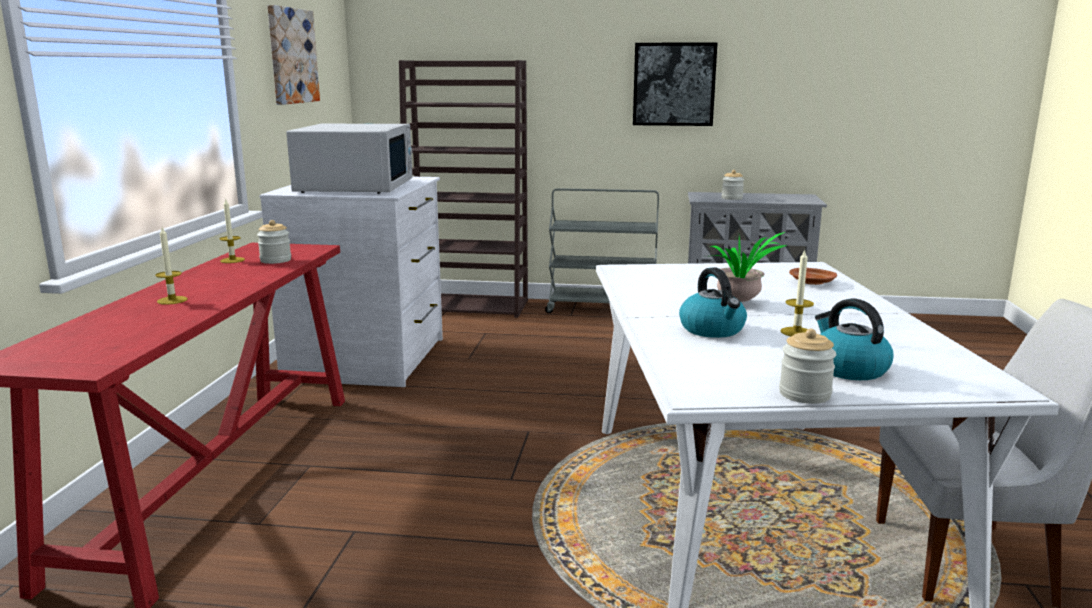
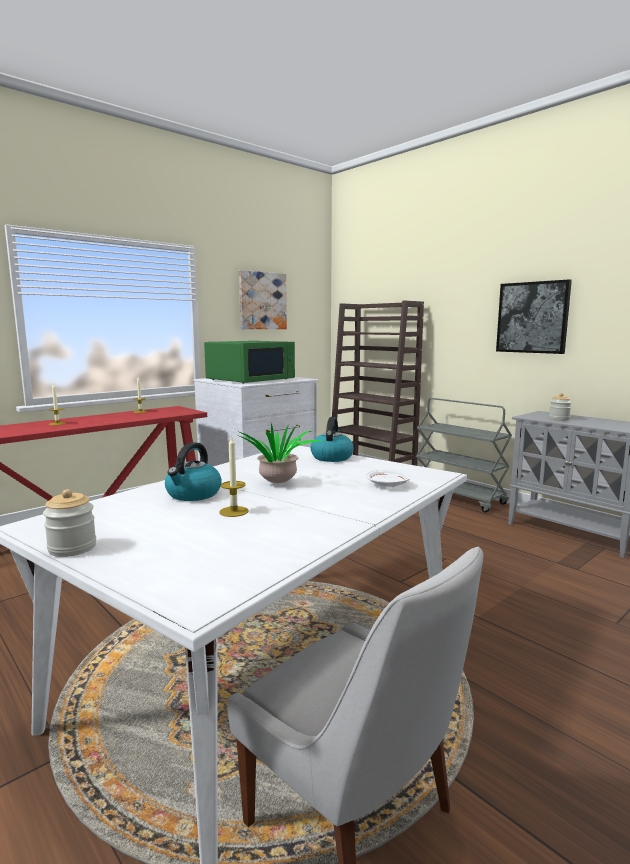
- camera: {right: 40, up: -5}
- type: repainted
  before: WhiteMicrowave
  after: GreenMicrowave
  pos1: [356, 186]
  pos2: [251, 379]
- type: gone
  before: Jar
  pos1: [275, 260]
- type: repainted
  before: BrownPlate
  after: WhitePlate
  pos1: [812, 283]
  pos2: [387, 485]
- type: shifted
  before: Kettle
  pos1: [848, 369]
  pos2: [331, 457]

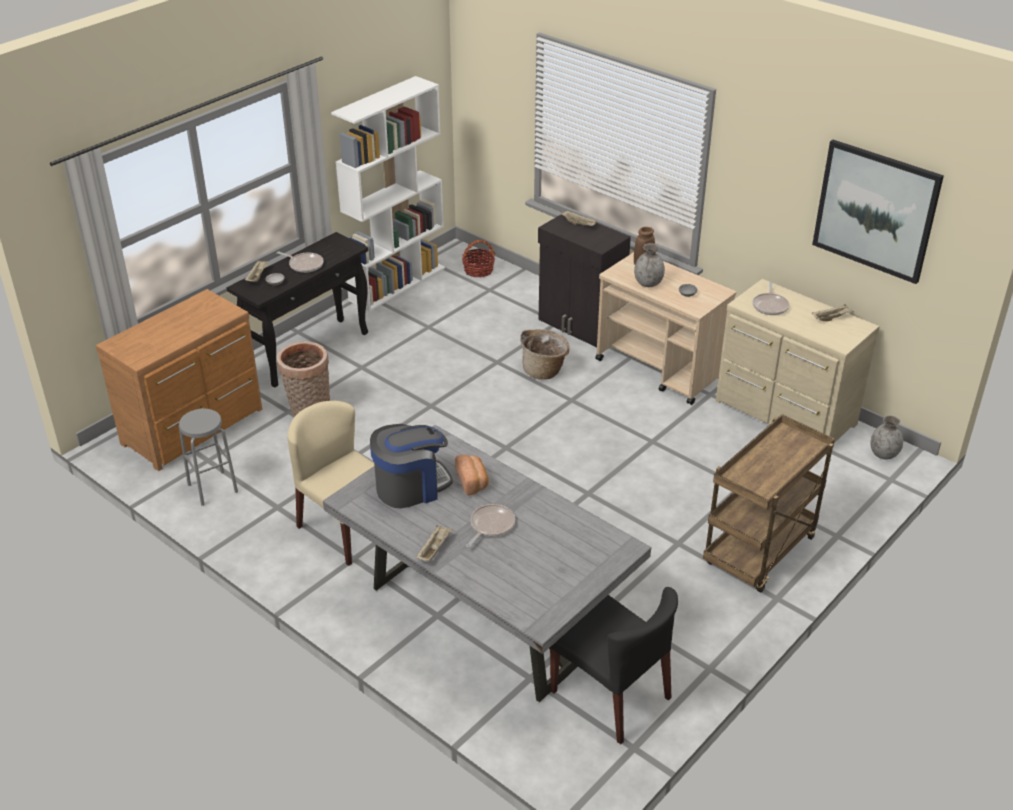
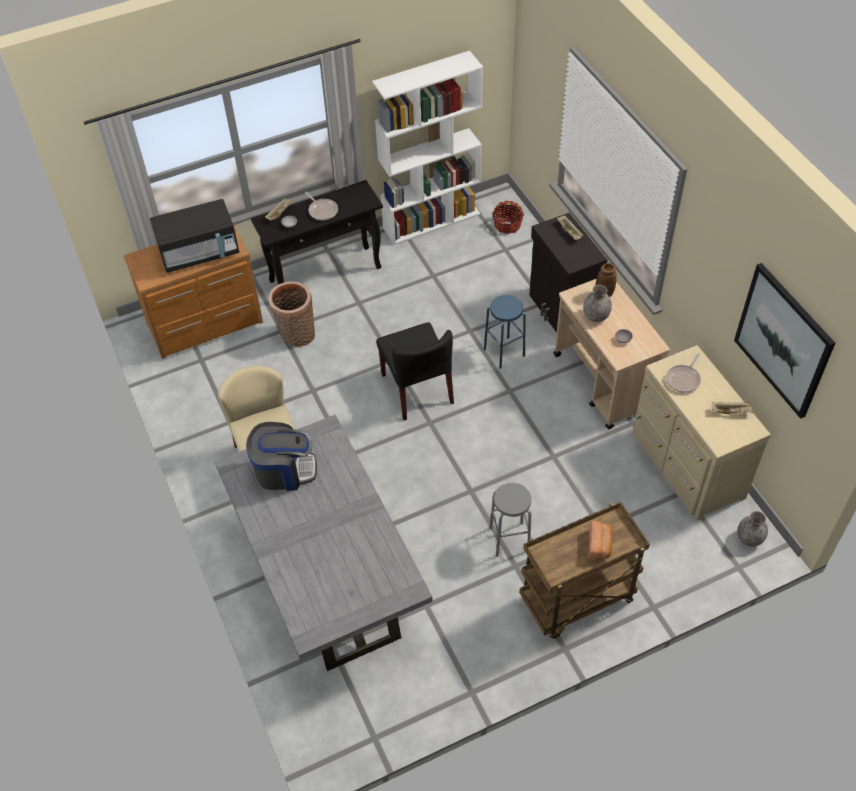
- camera: {right: 25, up: 15}
- type: swapped
  before: Basket
  after: BlueStool
  pos1: [544, 370]
  pos2: [504, 352]
- type: shifted
  before: GreyStool
  pos1: [212, 488]
  pos2: [509, 539]
- type: shifted
  before: Bread
  pos1: [472, 482]
  pos2: [599, 546]
- type: gone
  before: FryingPan
  pos1: [490, 526]
- type: gone
  before: BeigeTray
  pos1: [434, 549]
- type: shifted
  before: BlackChair
  pos1: [611, 695]
  pos2: [417, 389]
- type: new
  after: BlackMicrowave
  pos2: [199, 252]

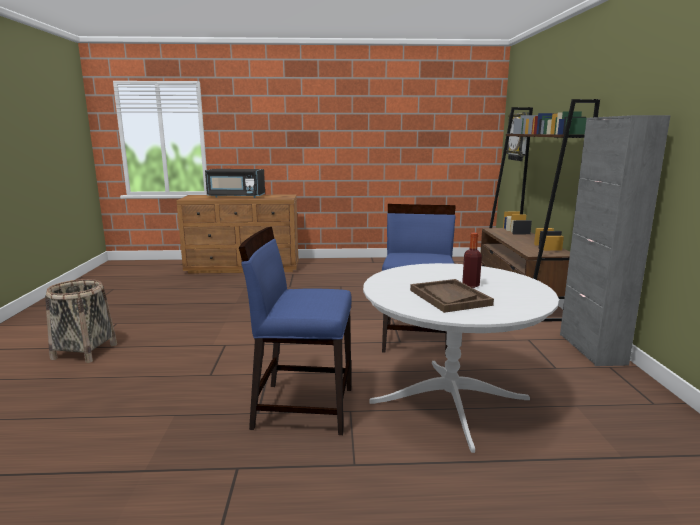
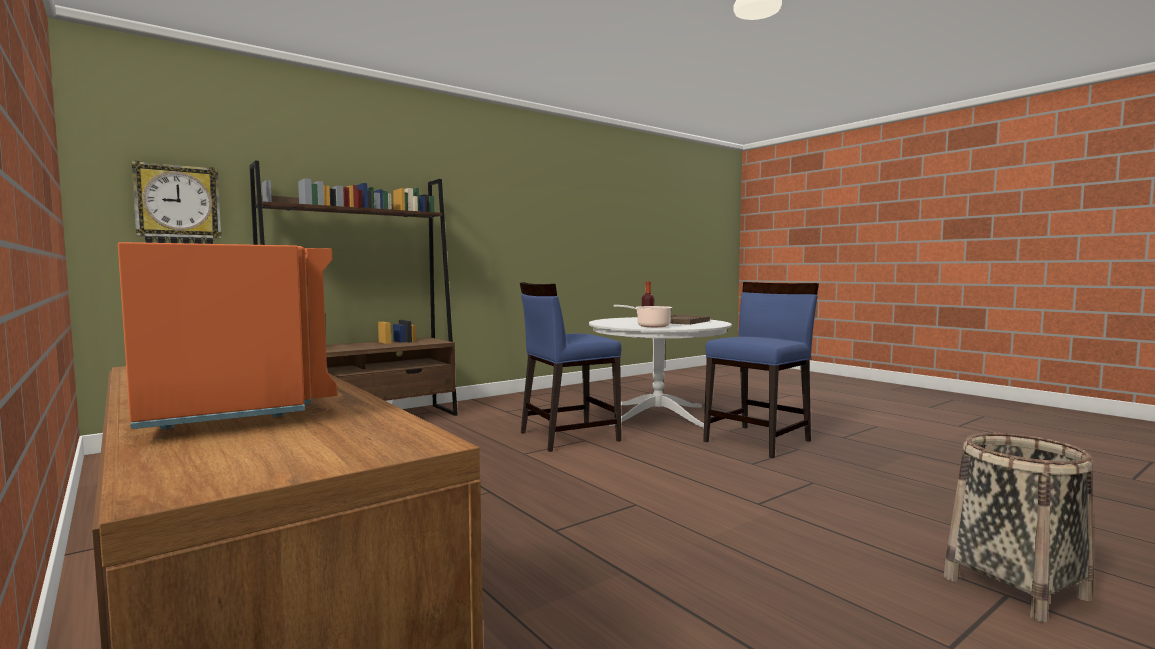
- camera: {right: -125, up: -10}
- type: gone
  before: GreyCabinet
  pos1: [591, 349]
- type: repainted
  before: BlackMicrowave
  after: OrangeMicrowave
  pos1: [236, 196]
  pos2: [236, 398]
- type: rotated
  before: BlueChair
  pos1: [302, 407]
  pos2: [758, 441]
  turn: -105
- type: new
  after: CookingPot
  pos2: [650, 326]

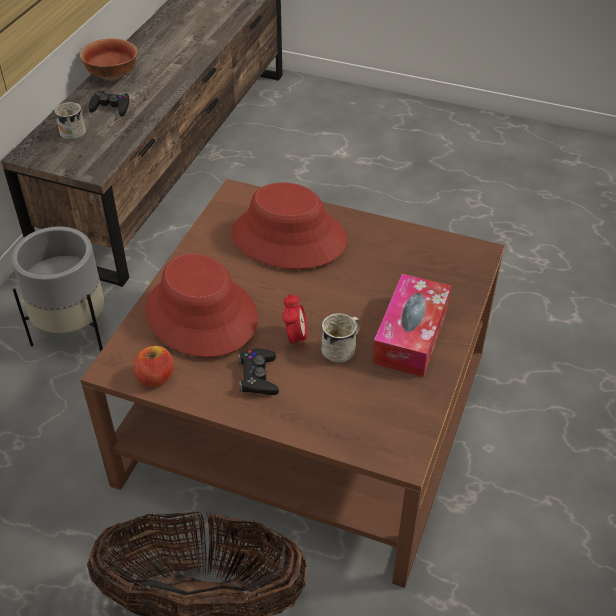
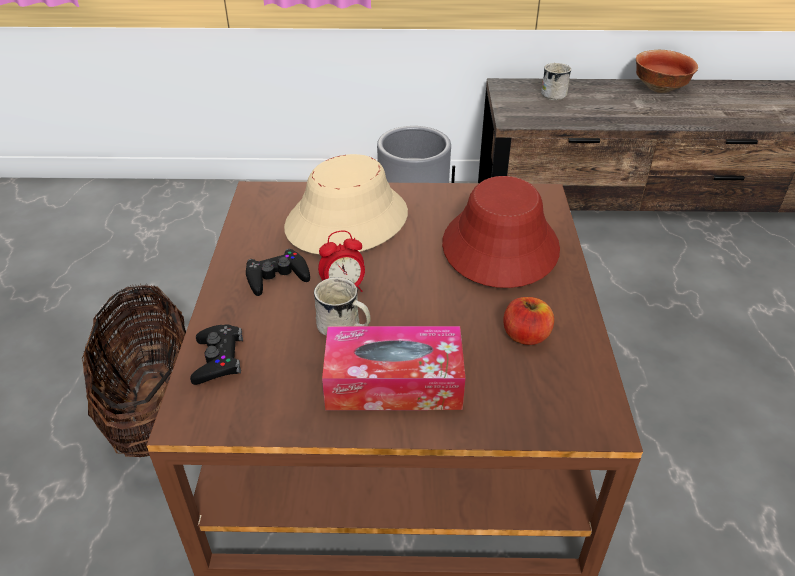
- camera: {right: 70, up: -5}
- type: shifted
  before: BlackGameController
  pos1: [111, 107]
  pos2: [218, 359]
- type: repainted
  before: RedHat
  after: BeigeHat
  pos1: [200, 315]
  pos2: [347, 220]
- type: shifted
  before: Apple
  pos1: [155, 377]
  pos2: [526, 336]

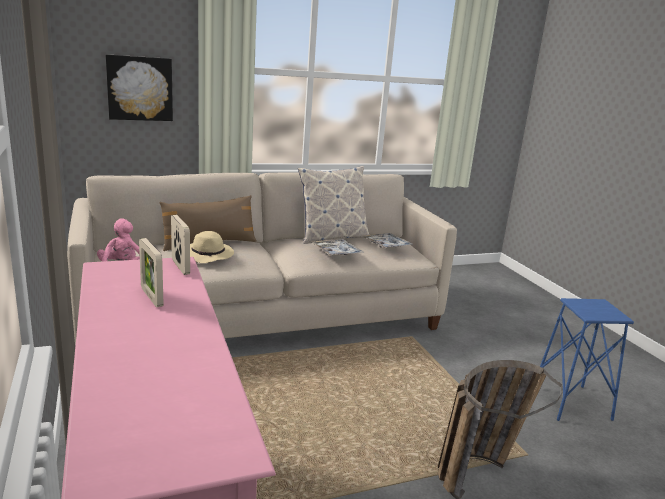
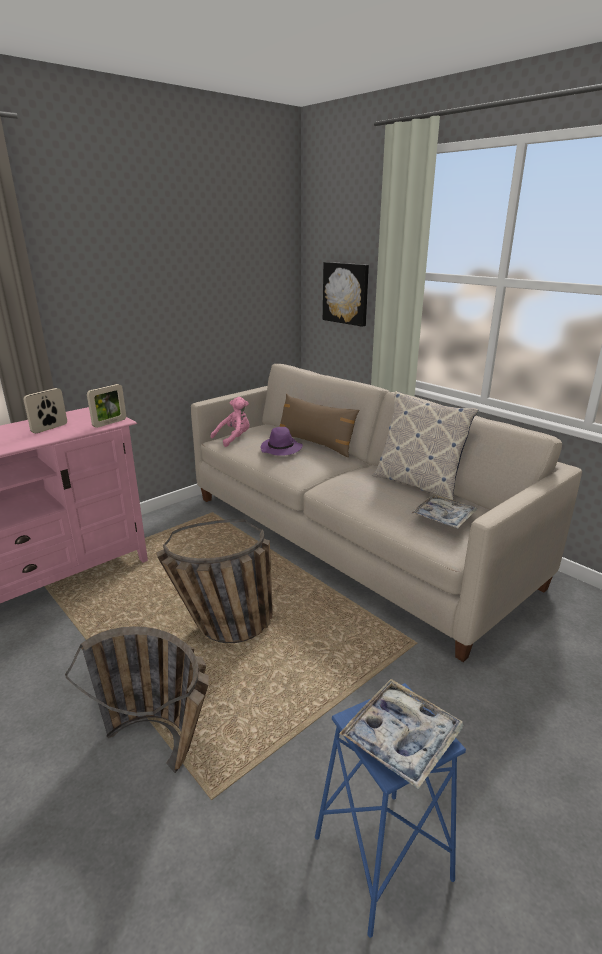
- camera: {right: 70, up: 5}
- type: repainted
  before: BeigeHat
  after: PurpleHat
  pos1: [209, 255]
  pos2: [281, 449]
- type: shifted
  before: Tray
  pos1: [336, 252]
  pos2: [401, 738]
- type: new
  after: Basket
  pos2: [220, 631]

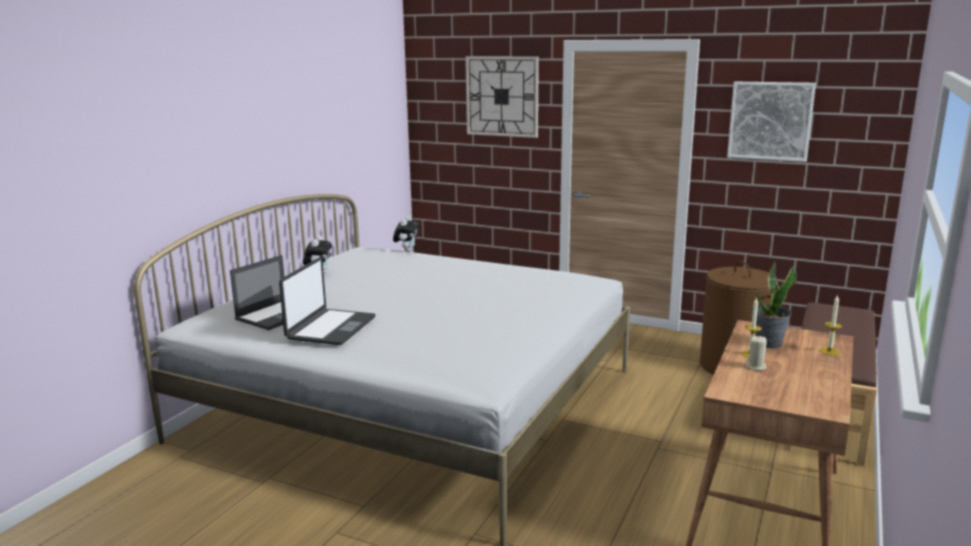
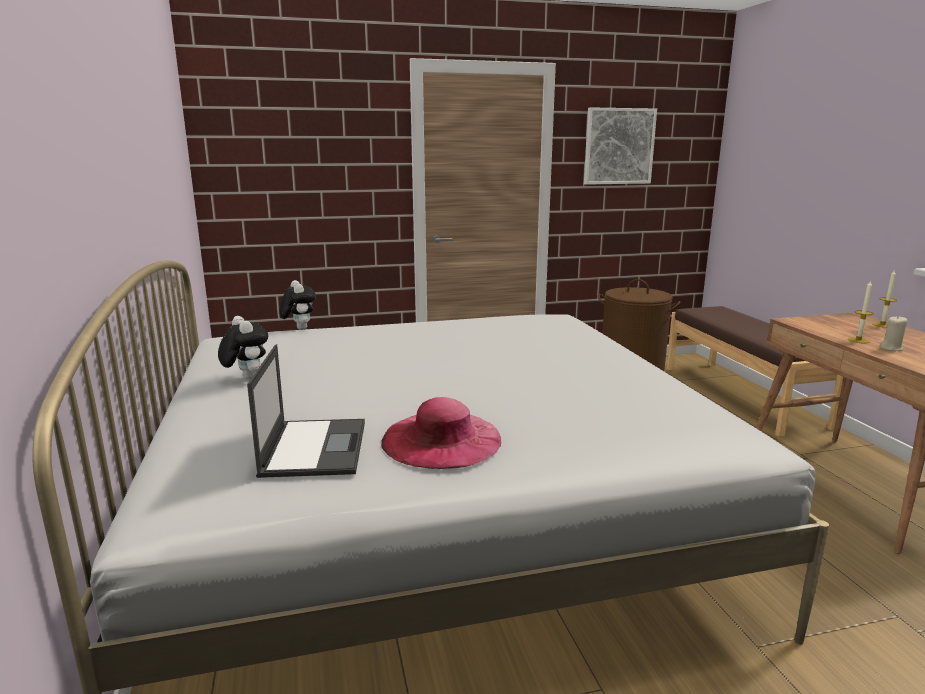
- camera: {right: -40, up: 0}
- type: gone
  before: WallClock
  pos1: [502, 96]
- type: swapped
  before: Laptop
  after: PinkHat
  pos1: [330, 328]
  pos2: [442, 439]
- type: gone
  before: PottedPlant
  pos1: [767, 343]

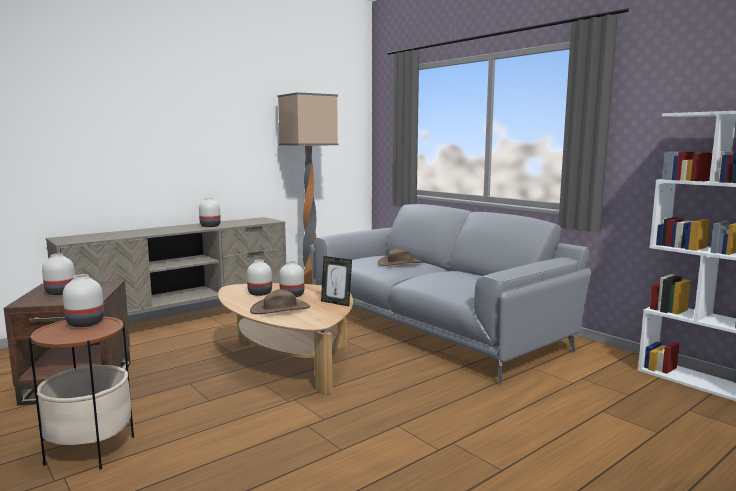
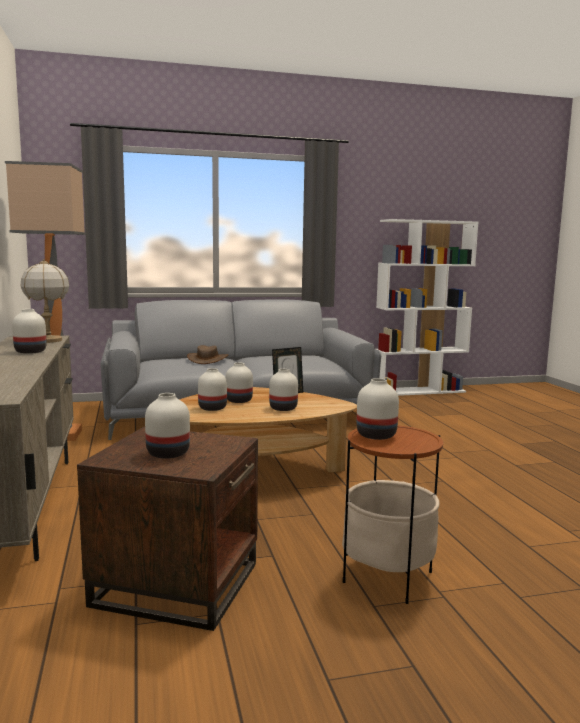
- camera: {right: -65, up: 0}
- type: swapped
  before: BrownHat
  after: WhiteVase
  pos1: [280, 309]
  pos2: [282, 408]
- type: new
  after: TableLamp
  pos2: [48, 340]

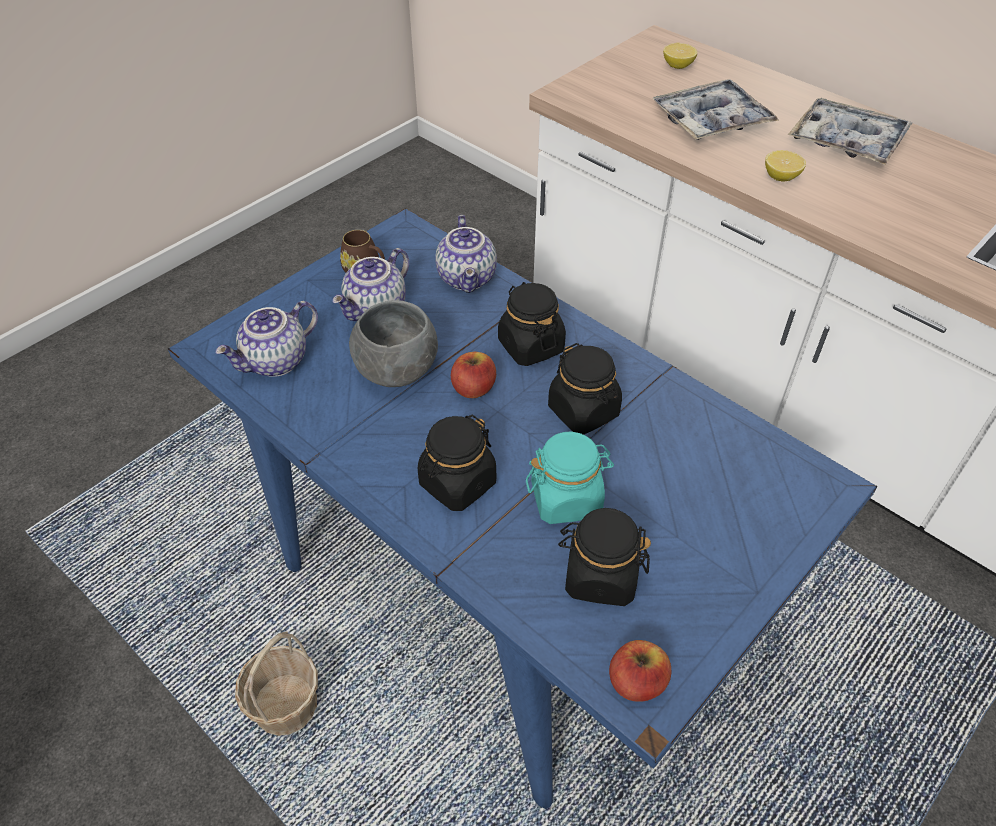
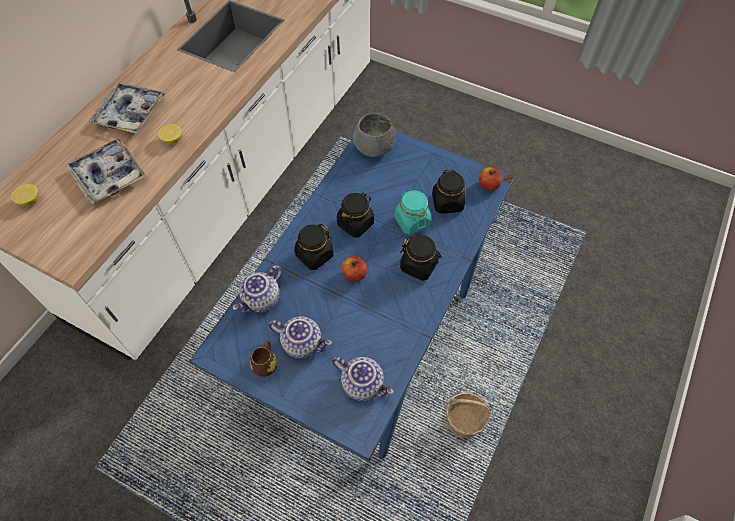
- camera: {right: -105, up: 10}
- type: rotated
  before: Teapot
  pos1: [468, 278]
  pos2: [262, 300]
  turn: 150
- type: shifted
  before: GreyBowl
  pos1: [396, 371]
  pos2: [374, 148]

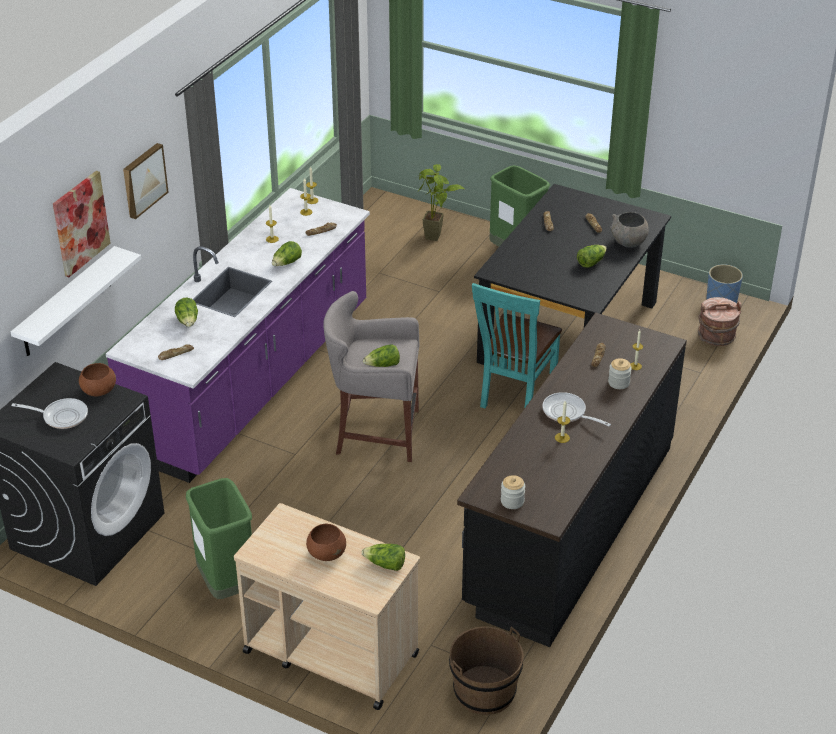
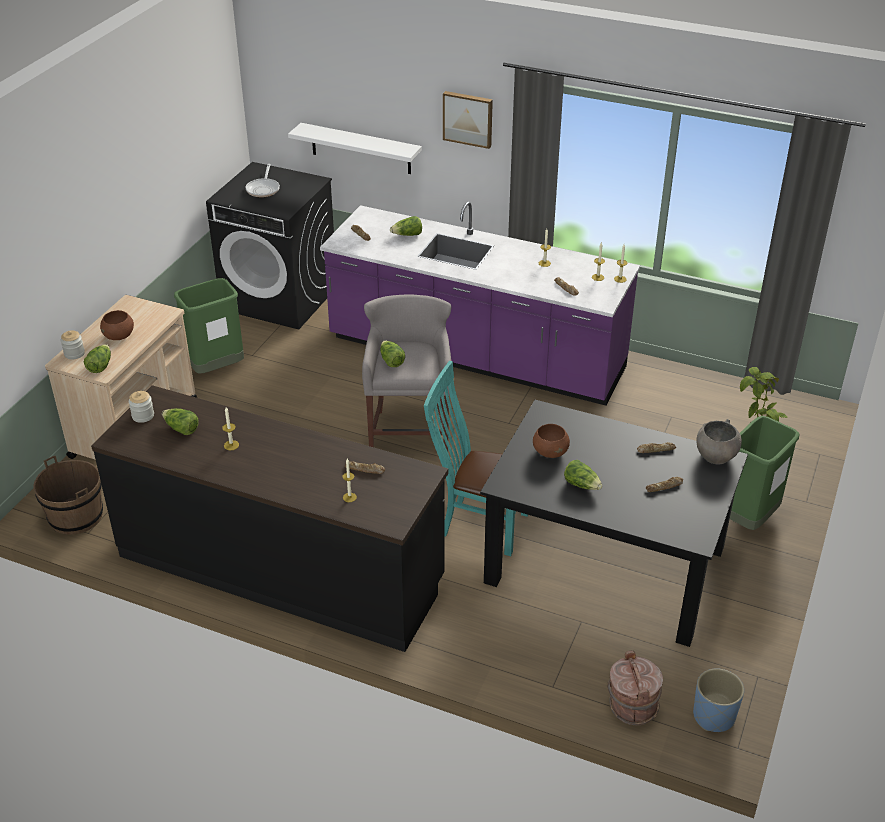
- camera: {right: 85, up: 0}
- type: gone
  before: Picture
  pos1: [80, 223]
- type: shifted
  before: GreyBowl
  pos1: [628, 243]
  pos2: [715, 457]
- type: shifted
  before: Lettuce
  pos1: [287, 263]
  pos2: [181, 429]
- type: shifted
  before: Jar
  pos1: [618, 383]
  pos2: [74, 354]
- type: shifted
  before: BrownBowl
  pos1: [99, 391]
  pos2: [550, 452]
- type: gone
  before: FryingPan
  pos1: [567, 413]

